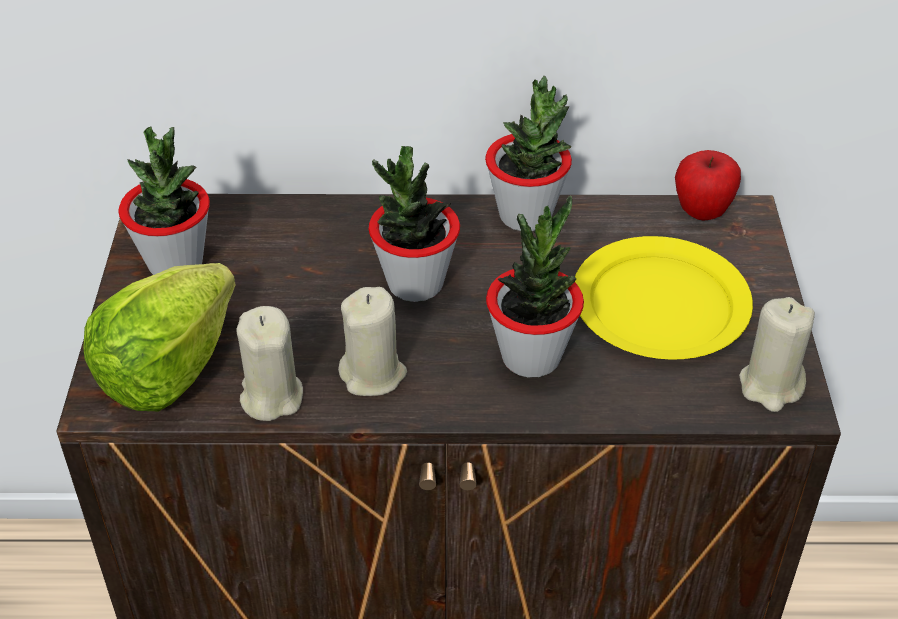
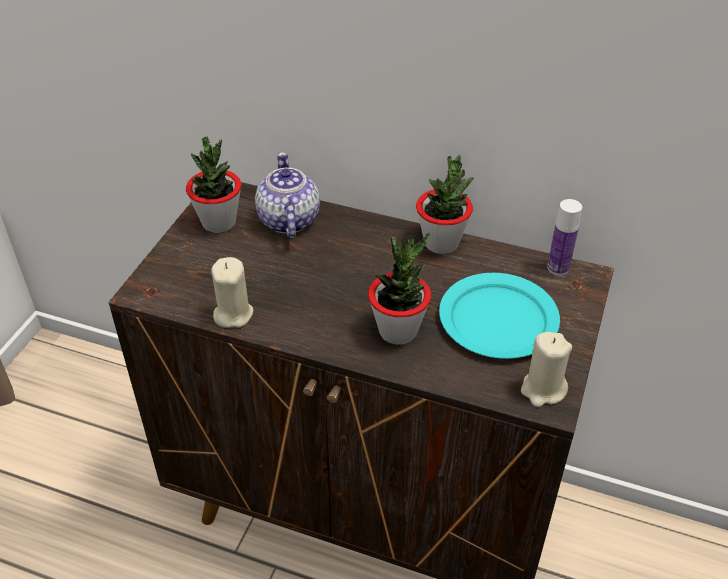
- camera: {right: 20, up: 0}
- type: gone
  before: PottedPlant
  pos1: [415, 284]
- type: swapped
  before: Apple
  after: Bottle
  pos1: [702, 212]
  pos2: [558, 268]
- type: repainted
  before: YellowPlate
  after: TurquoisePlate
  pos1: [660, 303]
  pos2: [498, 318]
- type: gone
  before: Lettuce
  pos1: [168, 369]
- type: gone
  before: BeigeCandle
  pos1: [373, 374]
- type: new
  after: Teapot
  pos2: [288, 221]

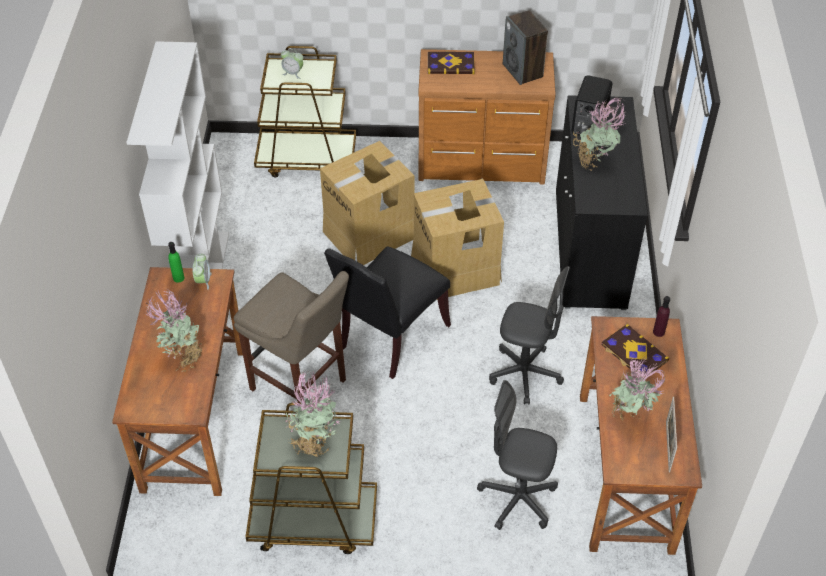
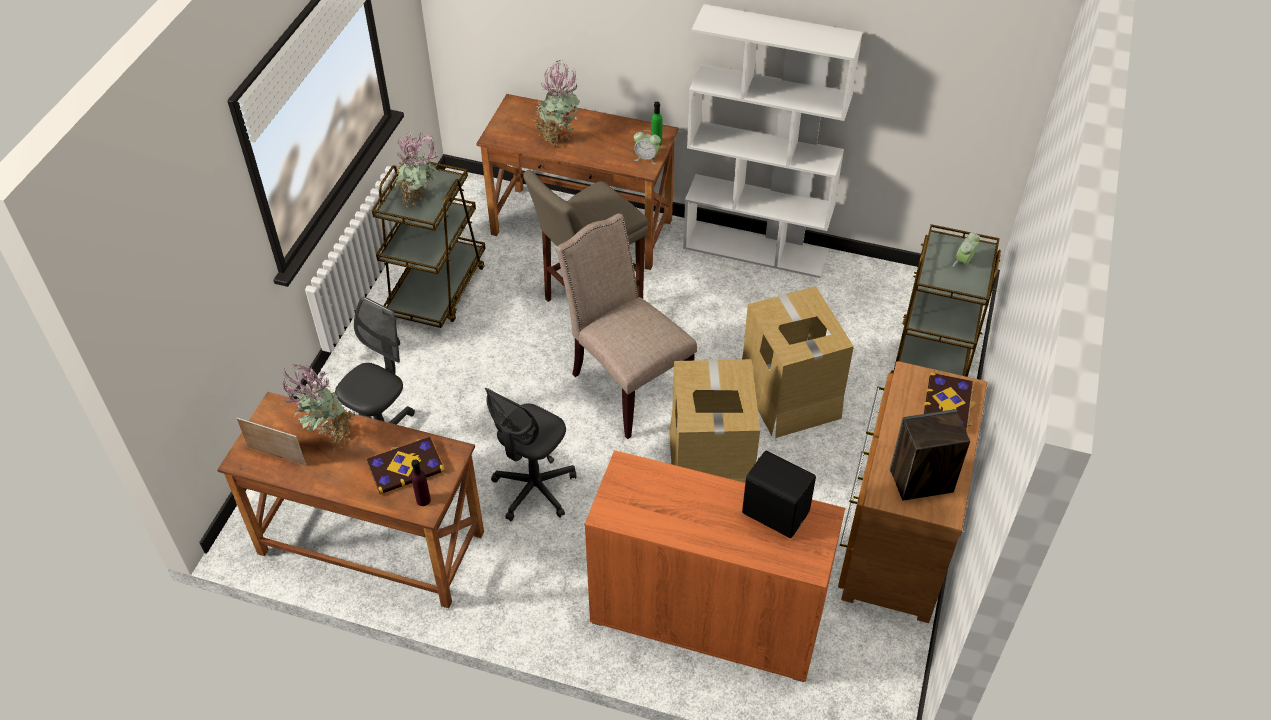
- camera: {right: 105, up: 0}
- type: repainted
  before: BlackCabinet
  after: OrangeCabinet
  pos1: [589, 249]
  pos2: [707, 615]
- type: gone
  before: PottedPlant
  pos1: [594, 162]
- type: repainted
  before: BlackChair
  after: BeigeChair
  pos1: [390, 338]
  pos2: [627, 383]

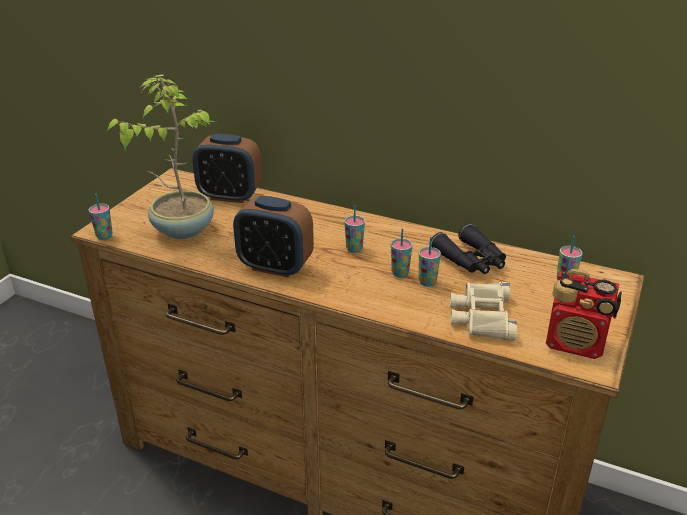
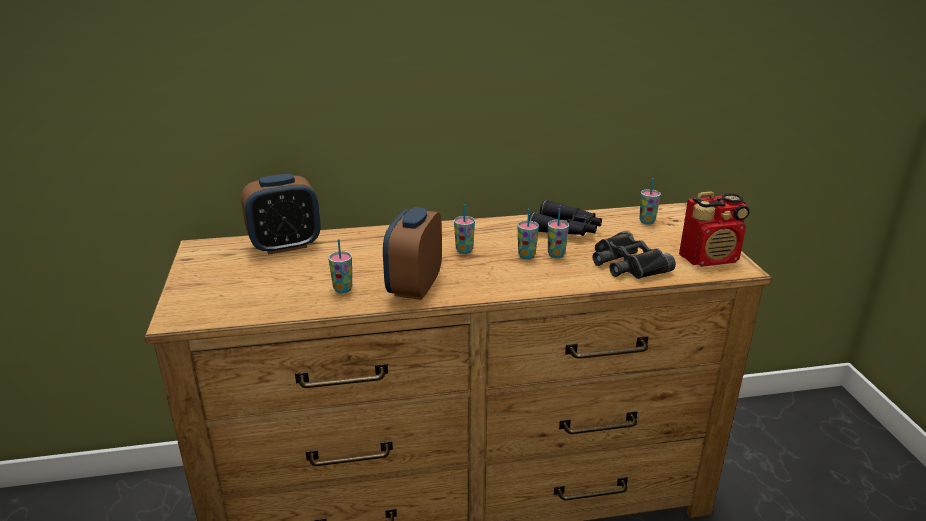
- camera: {right: -35, up: -5}
- type: gone
  before: PottedPlant
  pos1: [182, 229]
- type: shifted
  before: Cup
  pos1: [104, 236]
  pos2: [343, 289]
- type: rotated
  before: AlarmClock
  pos1: [275, 267]
  pos2: [414, 287]
  turn: 120
- type: repainted
  before: BeigeBinoculars
  after: BlackBinoculars
  pos1: [481, 316]
  pos2: [627, 264]

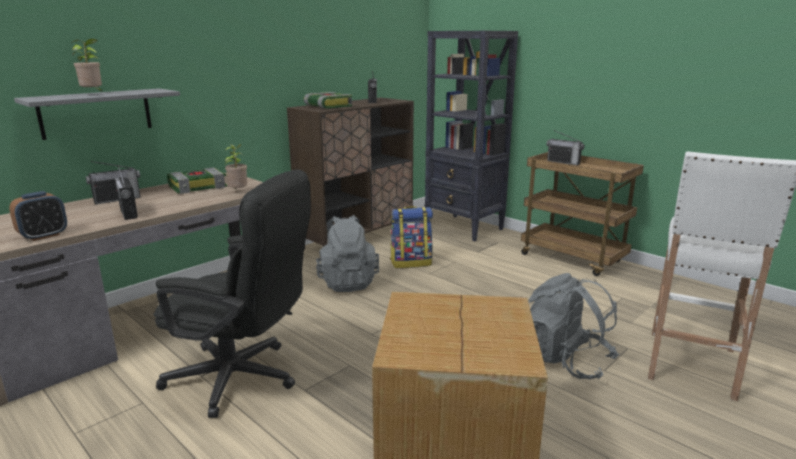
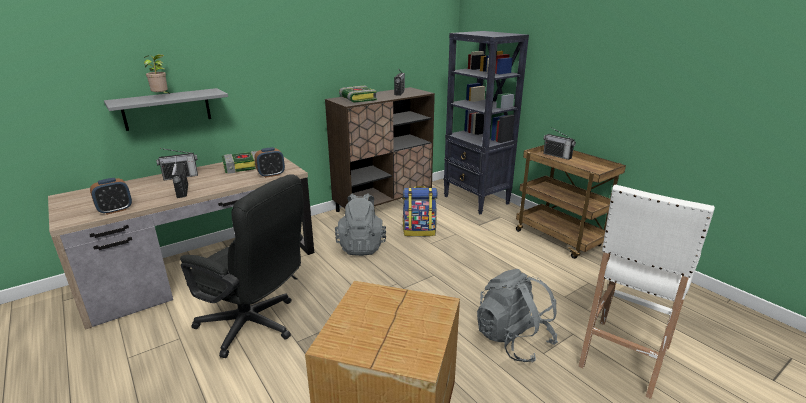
- camera: {right: 10, up: 5}
- type: swapped
  before: PottedPlant
  after: AlarmClock
  pos1: [238, 192]
  pos2: [271, 174]

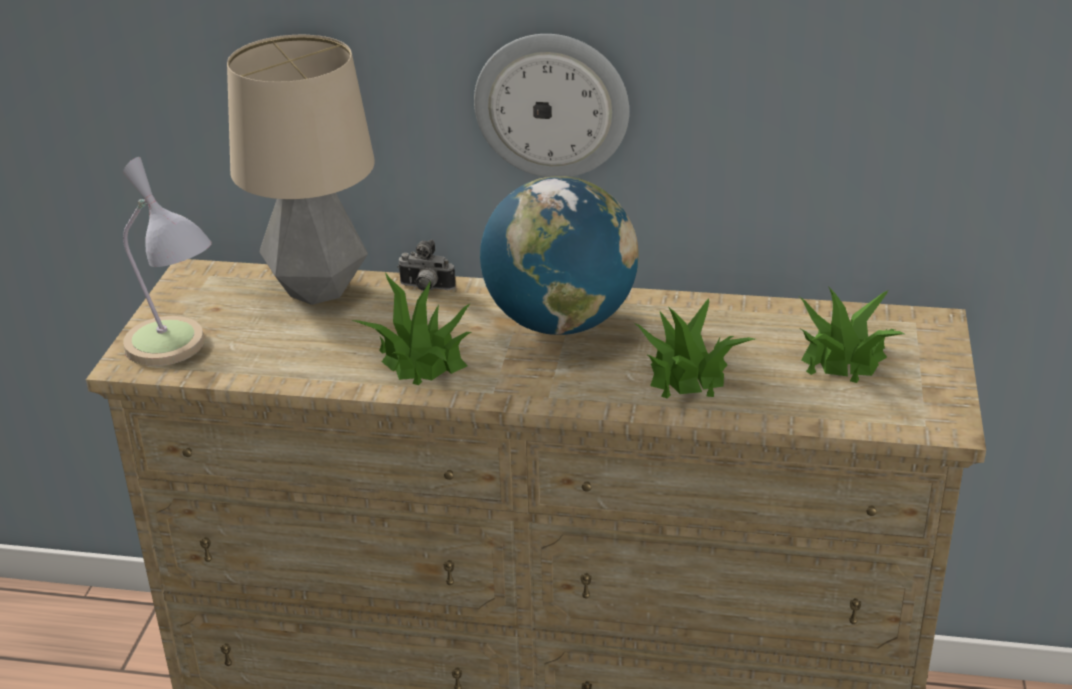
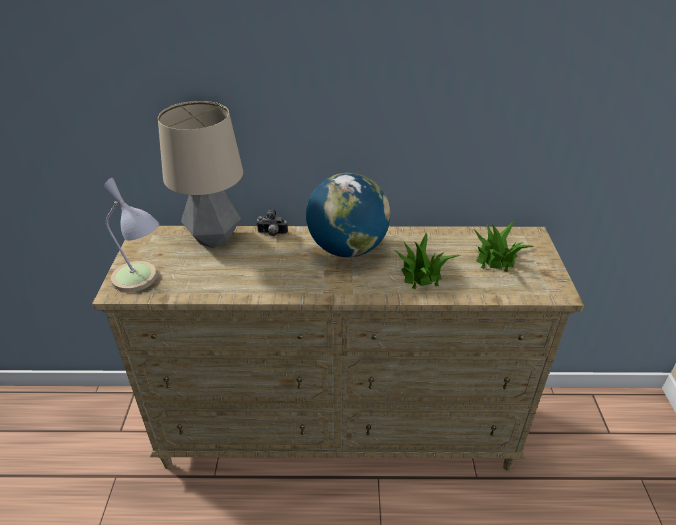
- camera: {right: -10, up: 5}
- type: gone
  before: WallClock
  pos1: [552, 105]
- type: gone
  before: PottedPlant
  pos1: [421, 357]

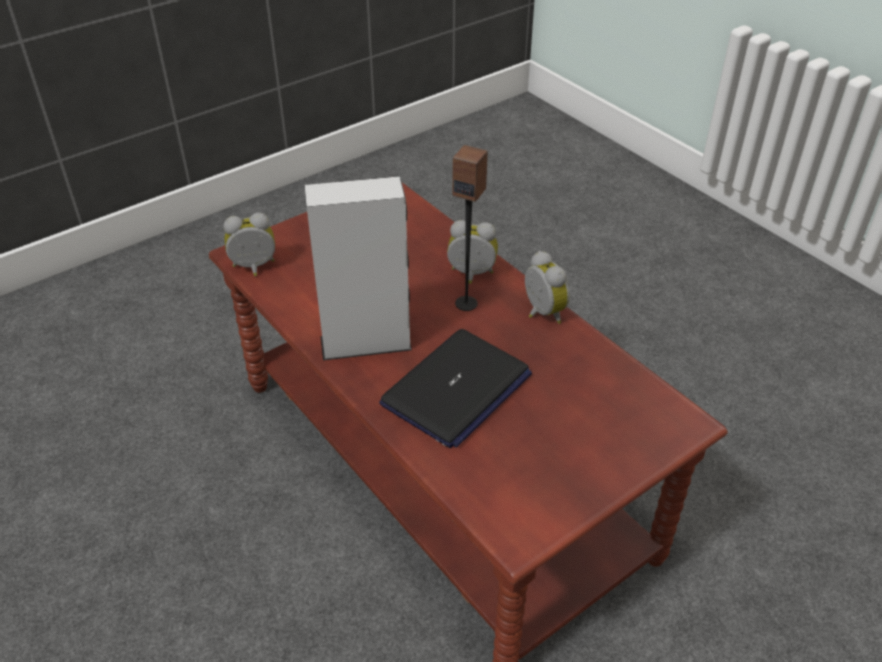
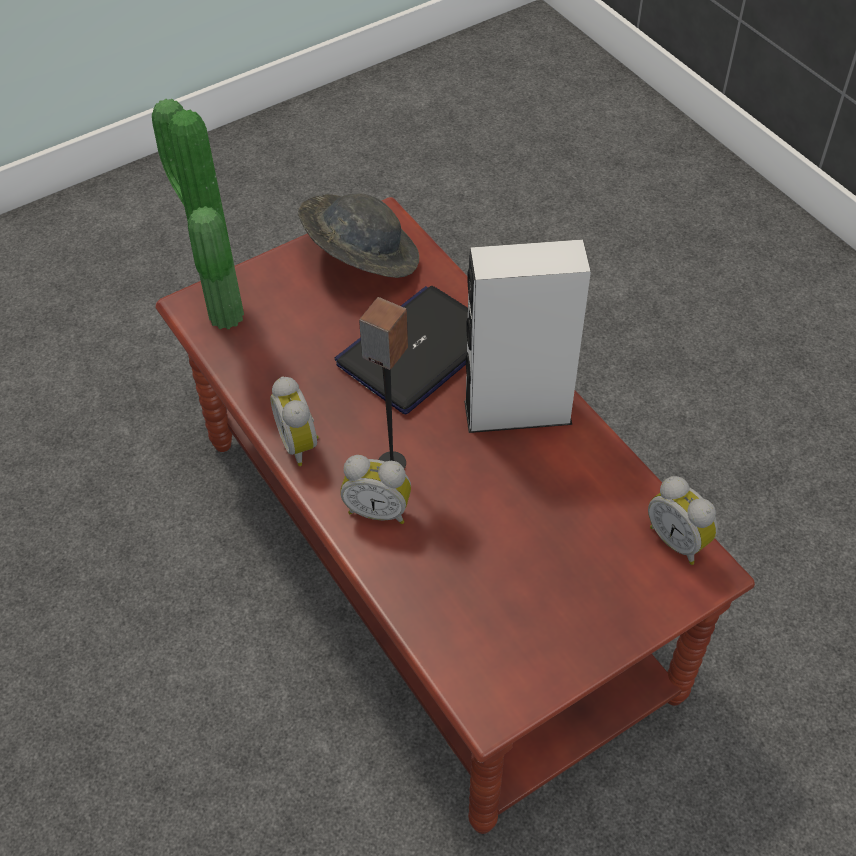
- camera: {right: -175, up: 10}
- type: rotated
  before: AlarmClock
  pos1: [254, 268]
  pos2: [678, 540]
  turn: 60
- type: new
  after: PottedPlant
  pos2: [220, 319]
- type: new
  after: GreyHat
  pos2: [360, 257]

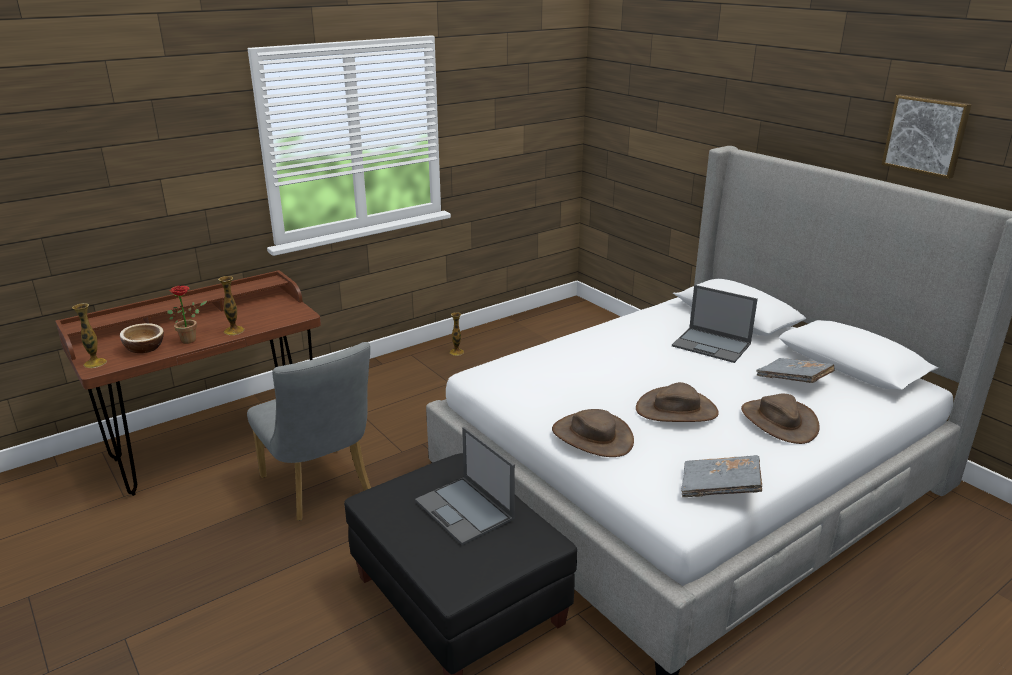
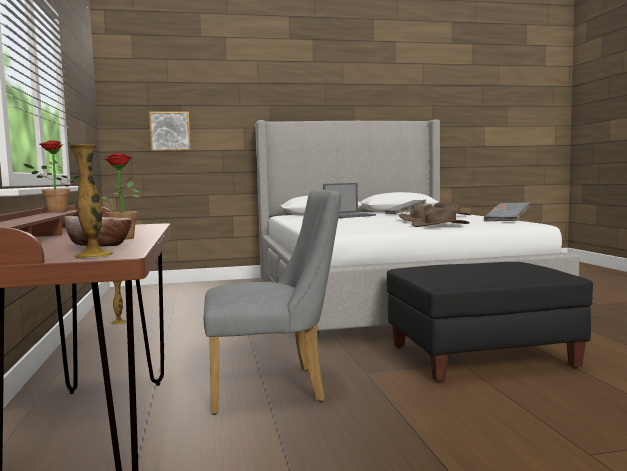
- camera: {right: -65, up: -20}
- type: shifted
  before: Picture
  pos1: [926, 135]
  pos2: [170, 131]
- type: gone
  before: Vase
  pos1: [234, 331]
- type: gone
  before: Laptop
  pos1: [465, 510]
- type: new
  after: PottedPlant
  pos2: [54, 212]

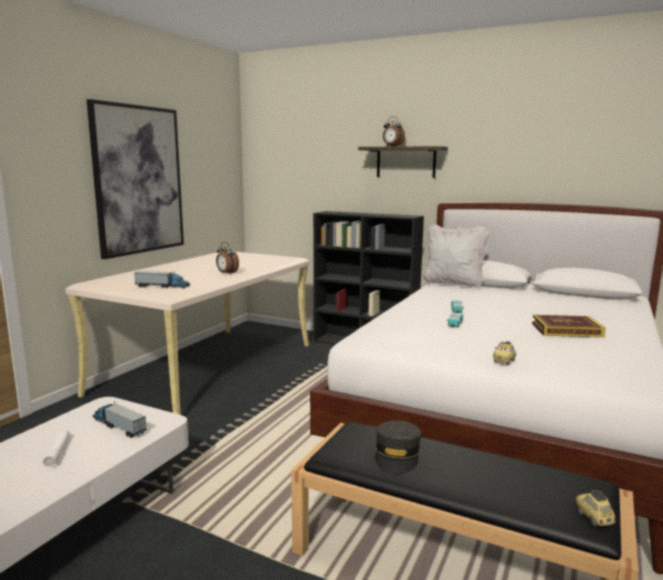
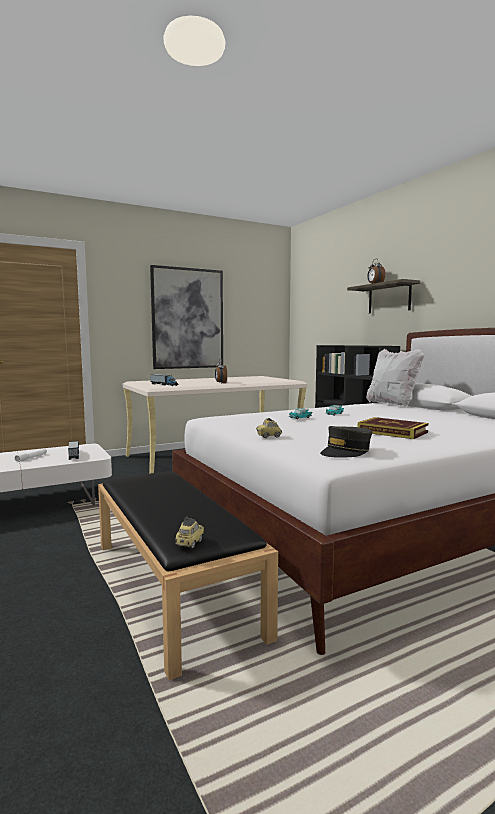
- camera: {right: 35, up: -5}
- type: shifted
  before: GreyCap
  pos1: [397, 456]
  pos2: [346, 452]

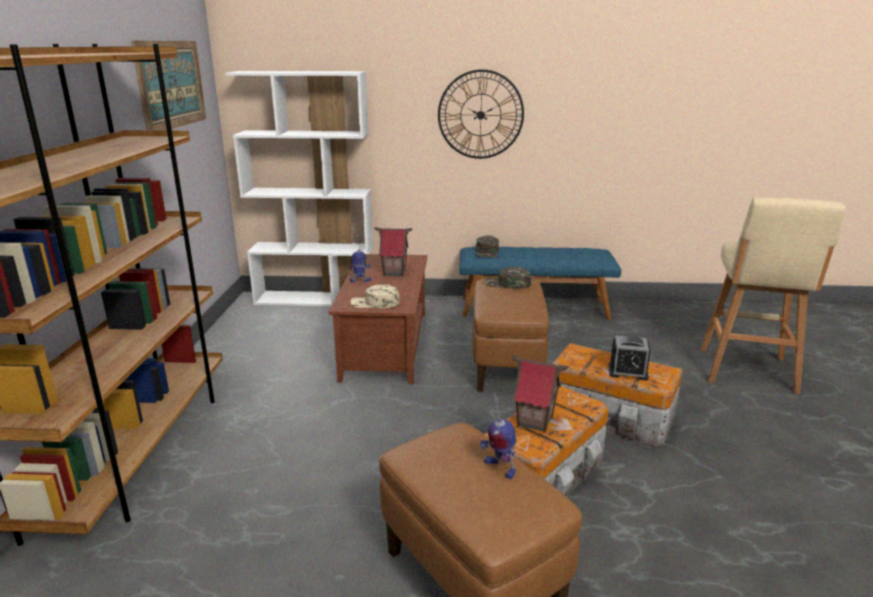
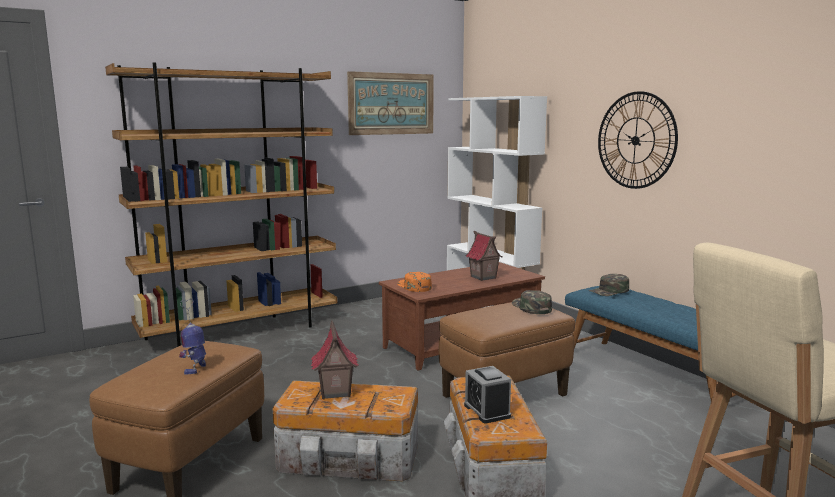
- camera: {right: 55, up: -10}
- type: gone
  before: ToyRobot
  pos1: [360, 280]
- type: repainted
  before: BeigeCap
  after: OrangeCap
  pos1: [375, 303]
  pos2: [414, 287]

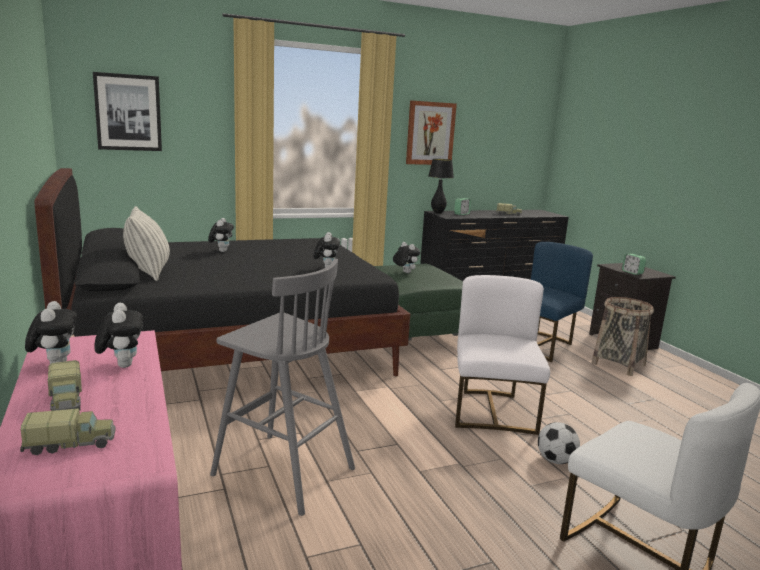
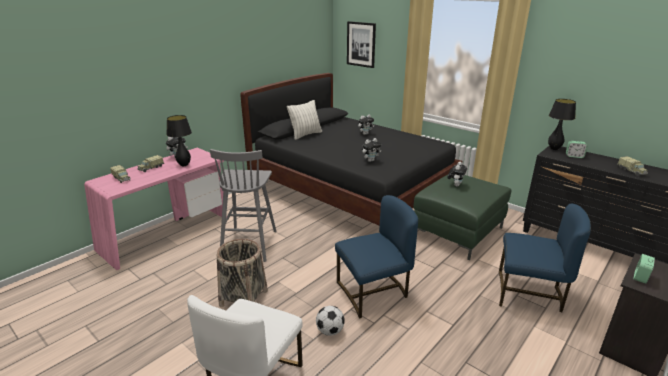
- camera: {right: 65, up: 10}
- type: gone
  before: Picture
  pos1: [430, 133]
- type: repainted
  before: WhiteChair
  after: BlueChair
  pos1: [493, 411]
  pos2: [373, 292]
- type: shifted
  before: Basket
  pos1: [618, 364]
  pos2: [244, 298]
- type: swapped
  before: PlushToy
  after: BlackTableLamp
  pos1: [121, 365]
  pos2: [184, 165]

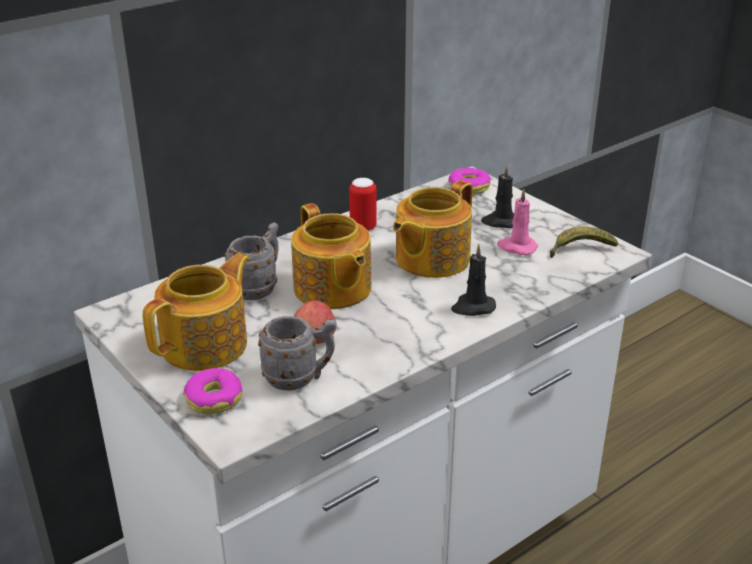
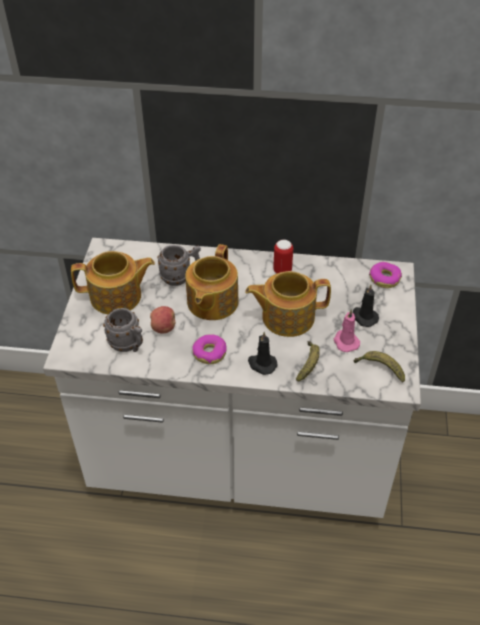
- camera: {right: 45, up: 15}
- type: shifted
  before: Donut
  pos1: [214, 399]
  pos2: [210, 353]
- type: new
  after: Banana
  pos2: [308, 364]

